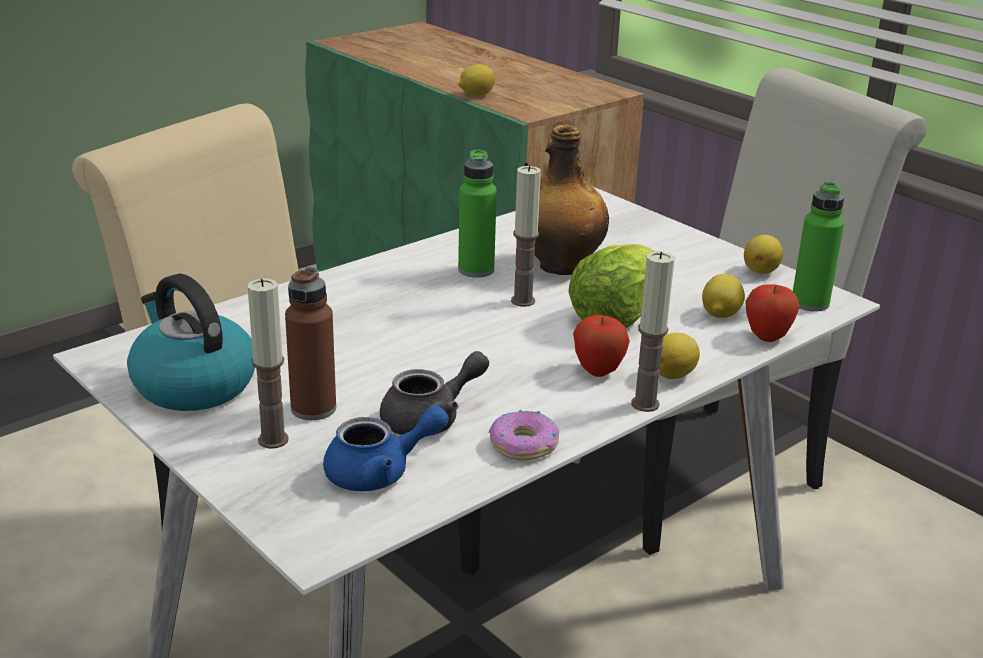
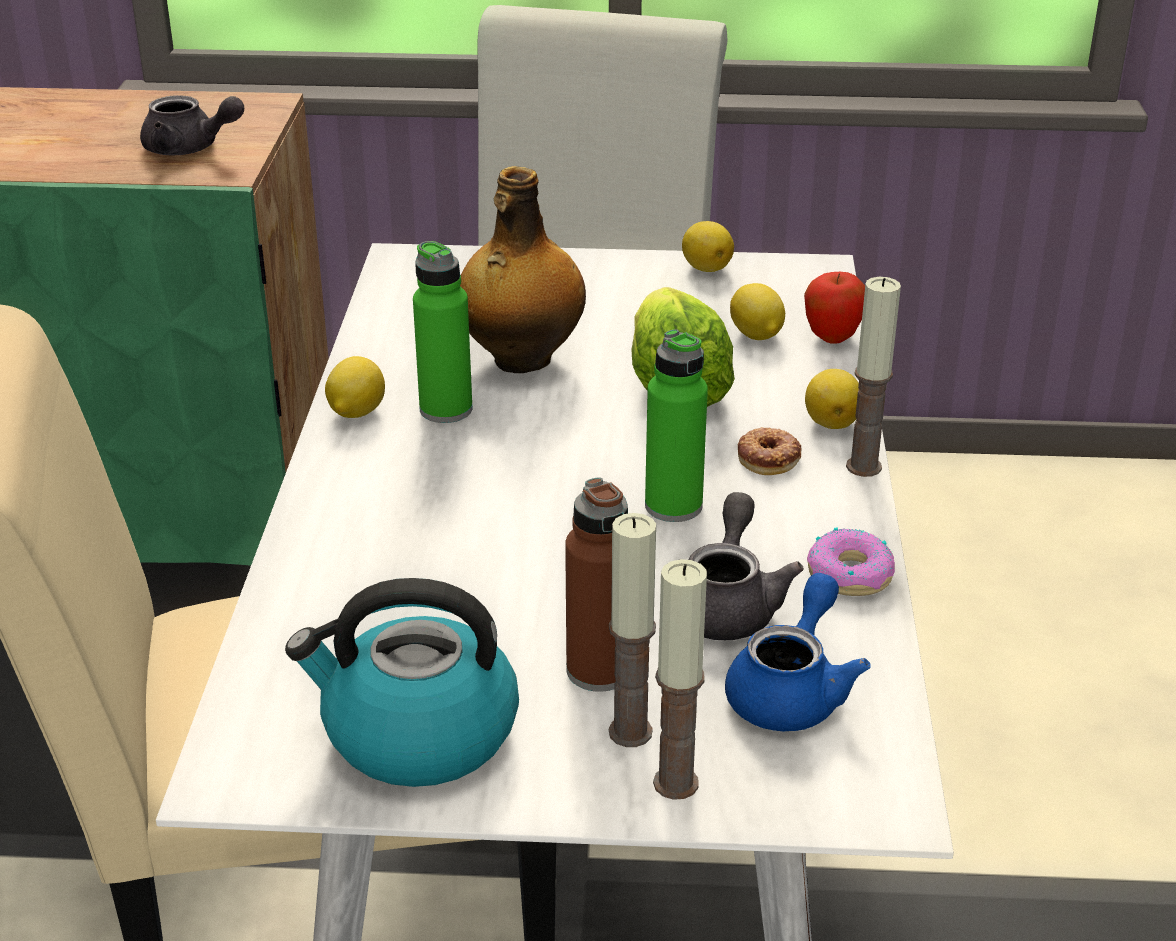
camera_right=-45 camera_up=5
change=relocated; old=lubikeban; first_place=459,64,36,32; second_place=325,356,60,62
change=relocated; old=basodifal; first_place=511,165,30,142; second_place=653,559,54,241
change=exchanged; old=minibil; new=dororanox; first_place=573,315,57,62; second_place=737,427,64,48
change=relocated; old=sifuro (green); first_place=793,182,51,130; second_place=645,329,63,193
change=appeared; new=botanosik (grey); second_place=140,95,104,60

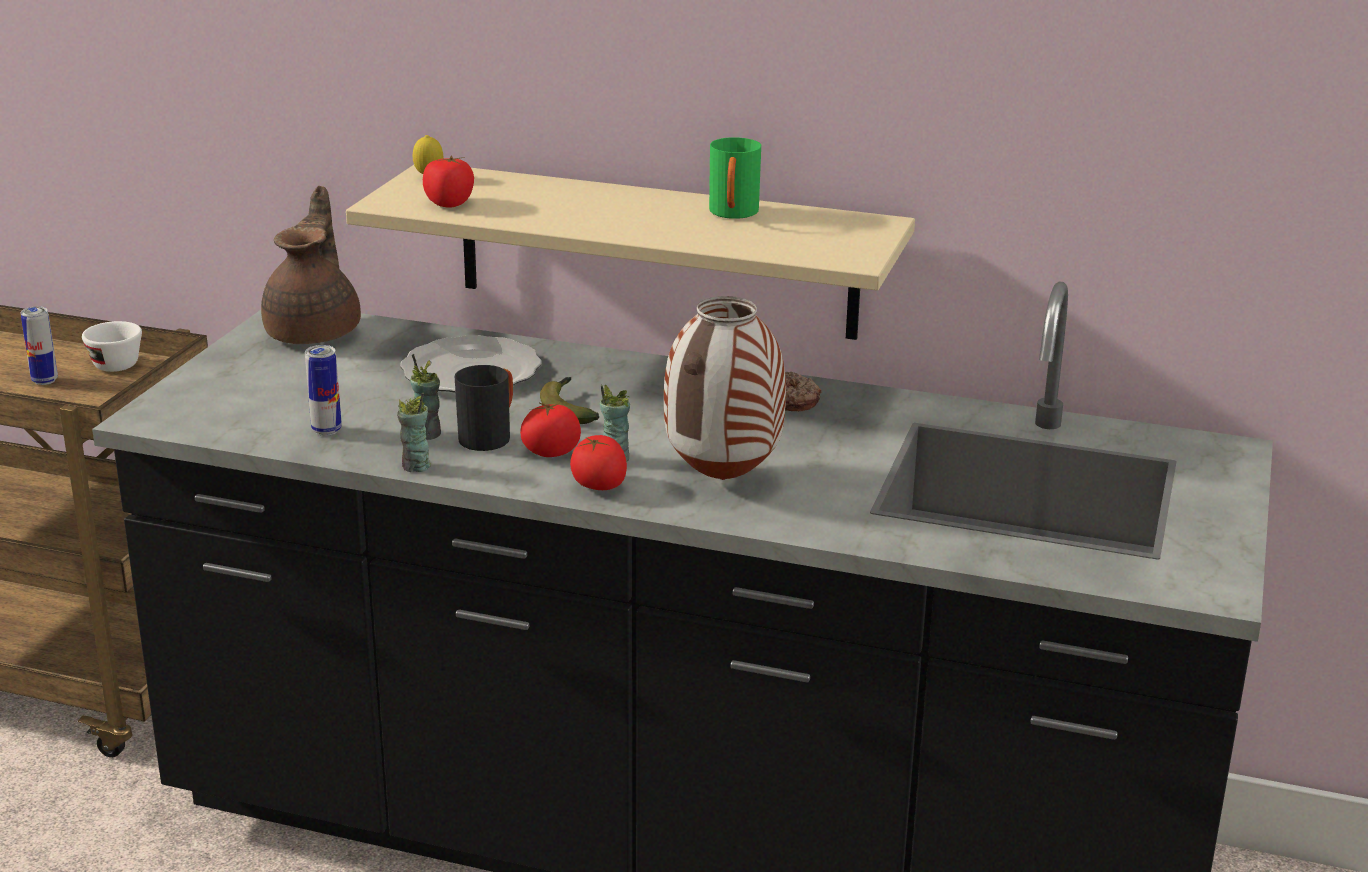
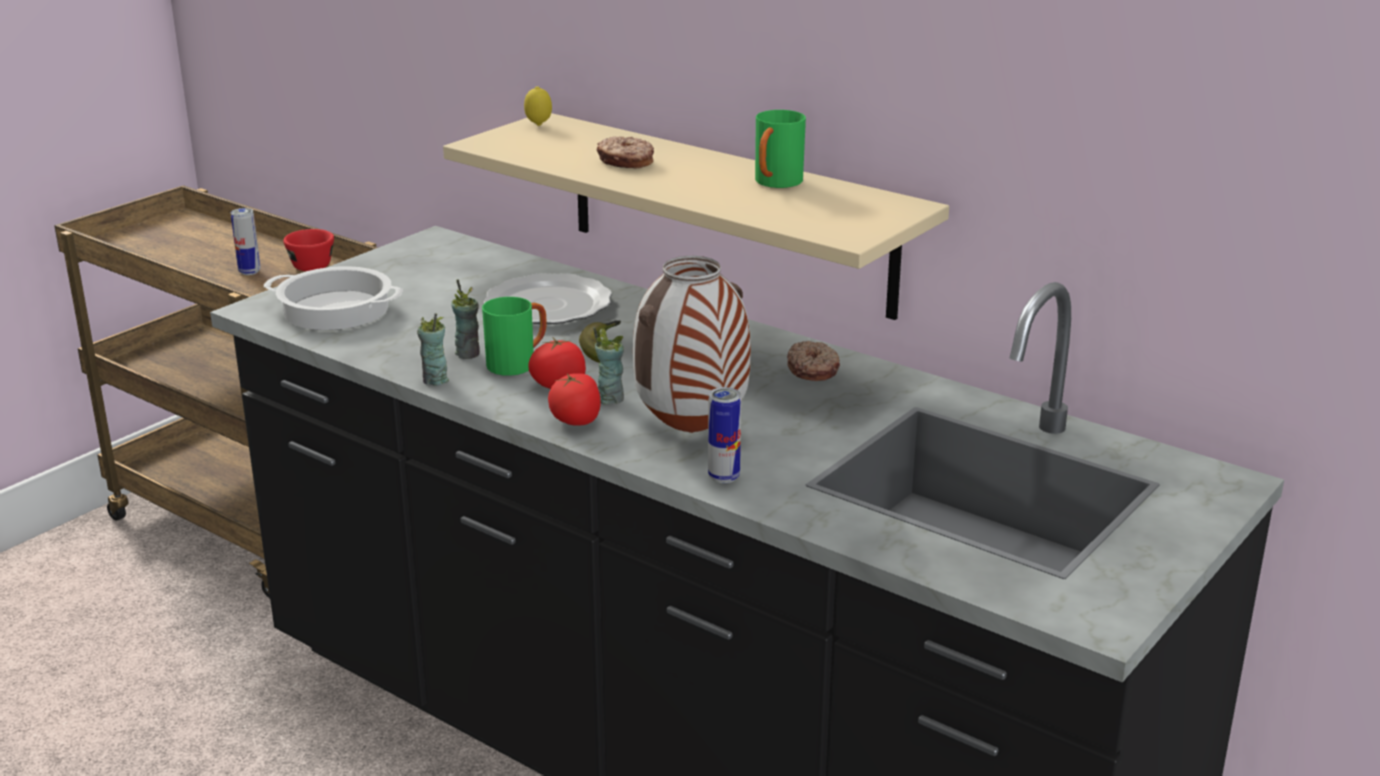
camera_right=20 camera_up=0
change=colour; old=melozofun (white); new=melozofun (red); first_place=82,321,60,51; second_place=283,229,51,42
change=missing; old=botanosik (brown); first_place=261,186,100,158
change=relocated; old=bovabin; first_place=305,345,37,91; second_place=708,387,33,96
change=missing; old=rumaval; first_place=423,155,51,53
change=colour; old=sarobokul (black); new=sarobokul (green); first_place=455,365,58,86; second_place=482,297,65,79
change=appeared; new=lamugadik; second_place=264,266,139,64
change=appeared; new=dororanox; second_place=597,136,57,33

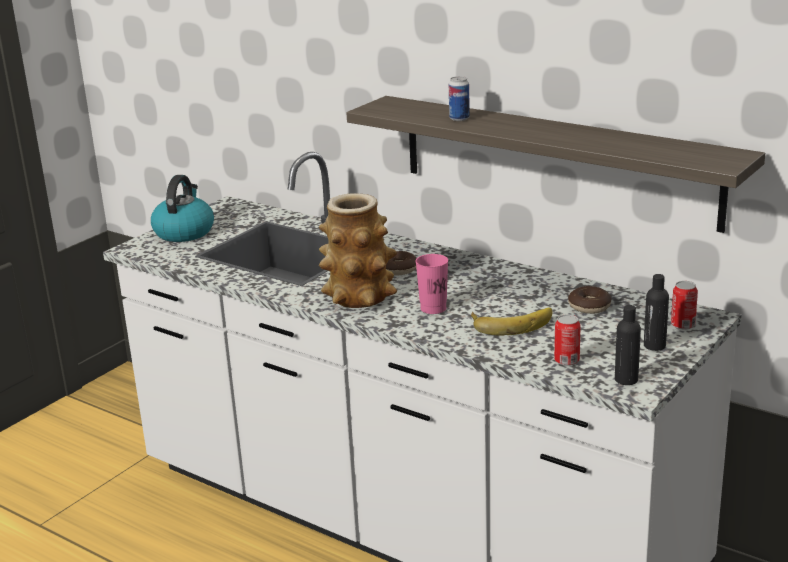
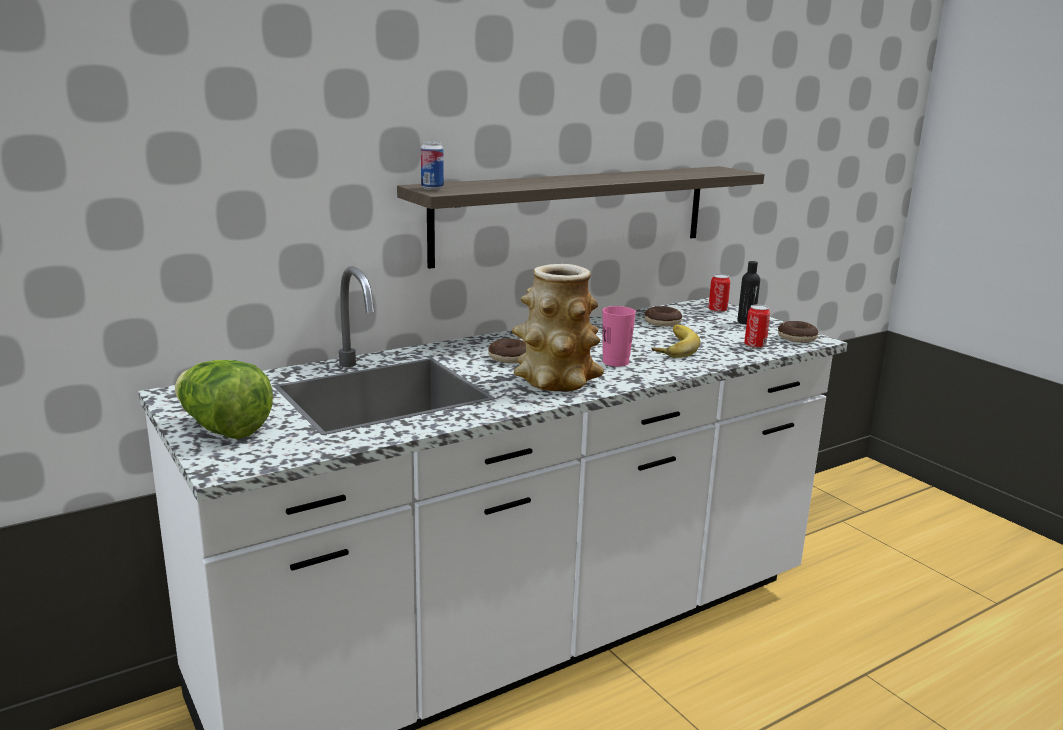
camera_right=-70 camera_up=-5
change=exchanged; old=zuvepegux; new=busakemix; first_place=151,175,63,67; second_place=175,360,98,79
change=relocated; old=bovabin; first_place=449,76,21,45; second_place=421,142,23,48
change=exchanged; old=sifuro (black); new=dororanox; first_place=615,305,26,80; second_place=778,321,40,22

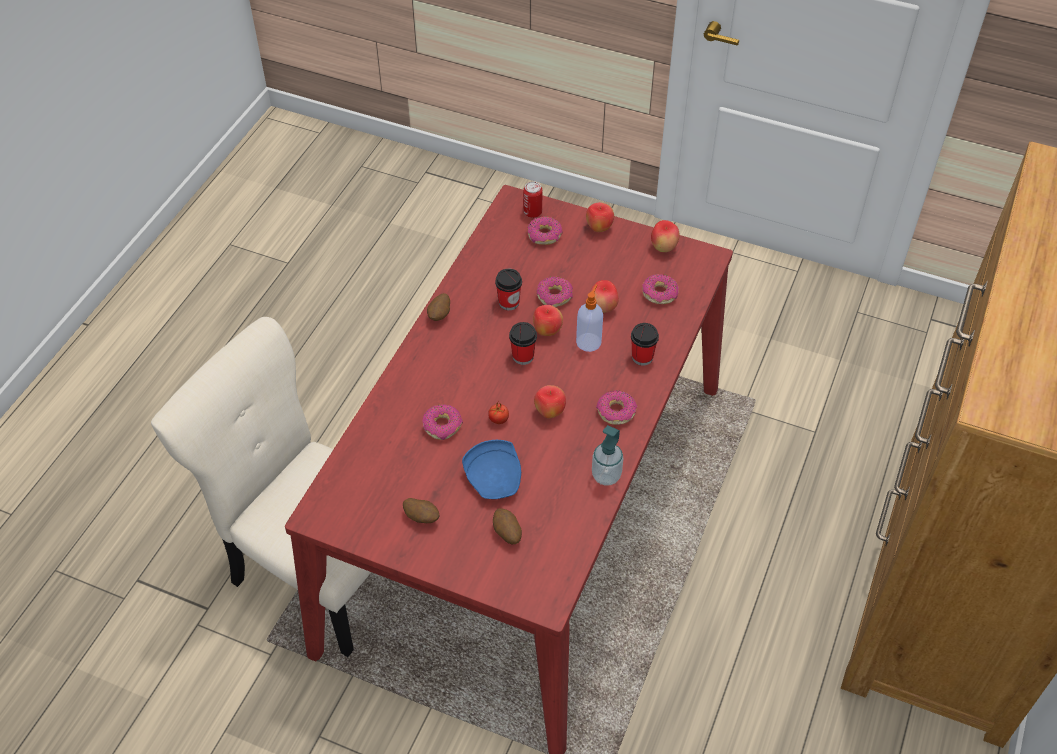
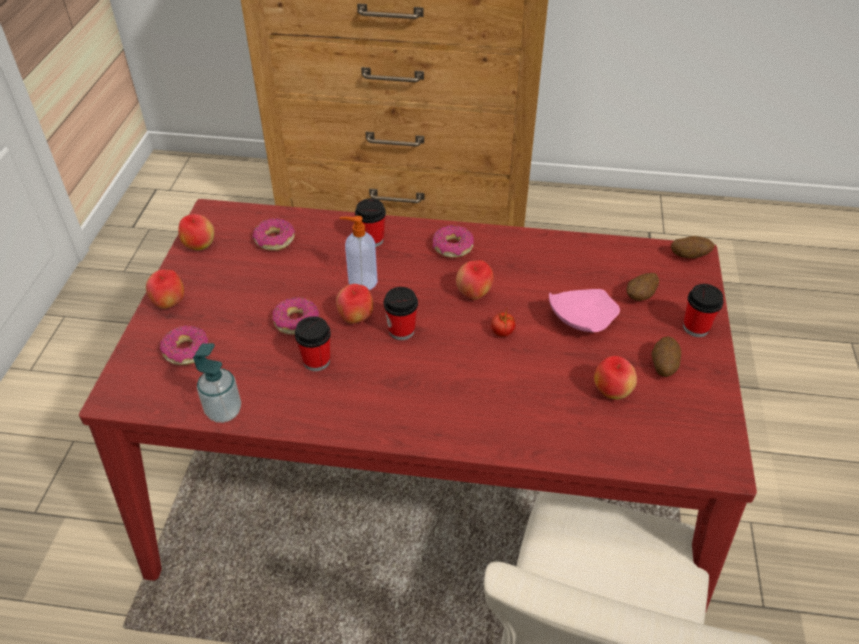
camera_right=-105 camera_up=-5
change=missing; old=dororanox; first_place=422,404,41,36
change=relocated; old=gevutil; first_place=427,293,23,28; second_place=671,236,44,22
change=colour; old=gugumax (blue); new=gugumax (pink); first_place=462,440,59,59; second_place=549,289,71,43
change=missing; old=bovabin; first_place=523,182,19,36
change=relocated; old=minibil; first_place=590,280,29,33; second_place=594,356,43,43
change=relocated; old=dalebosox; first_place=592,425,31,61; second_place=193,343,48,80
change=appeared; new=melozofun; second_place=683,284,40,53

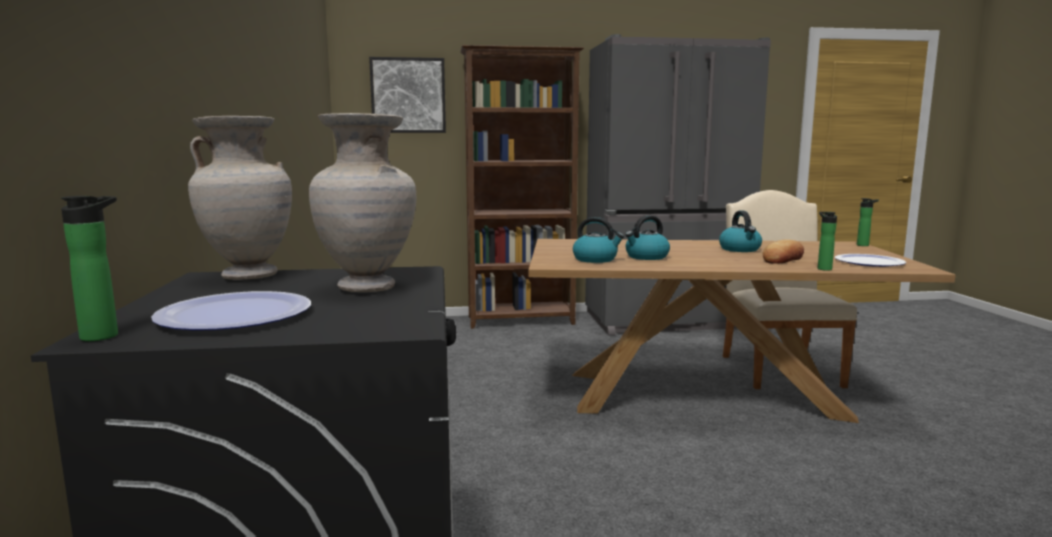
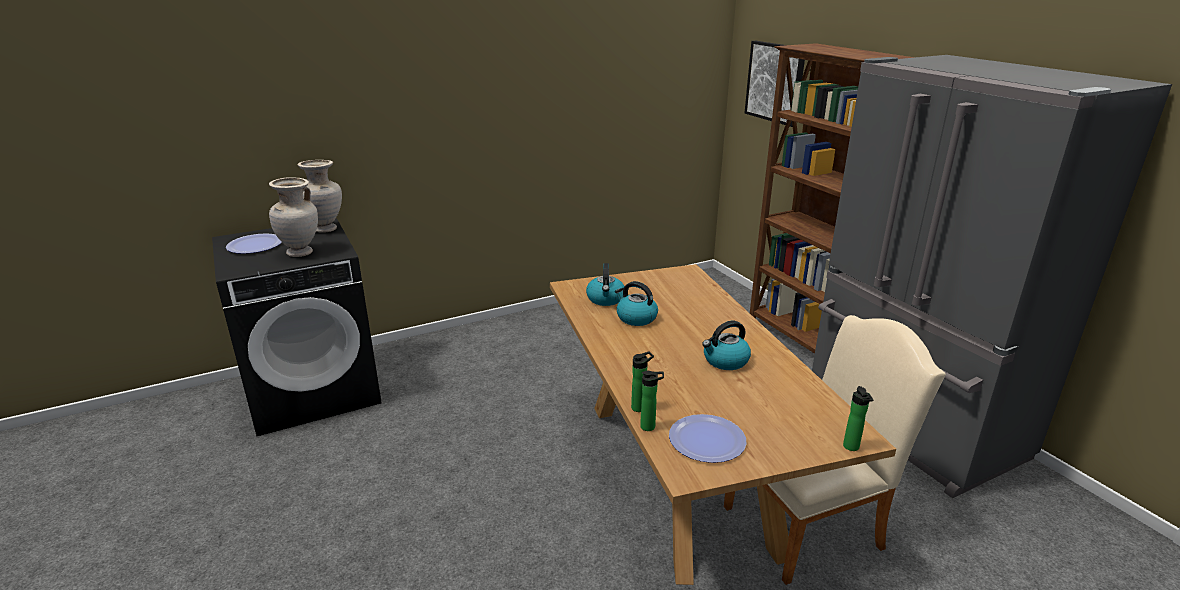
camera_right=70 camera_up=15
change=relocated; old=sifuro; first_place=61,196,57,145; second_place=640,370,24,61
change=missing; old=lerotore; first_place=762,239,42,25

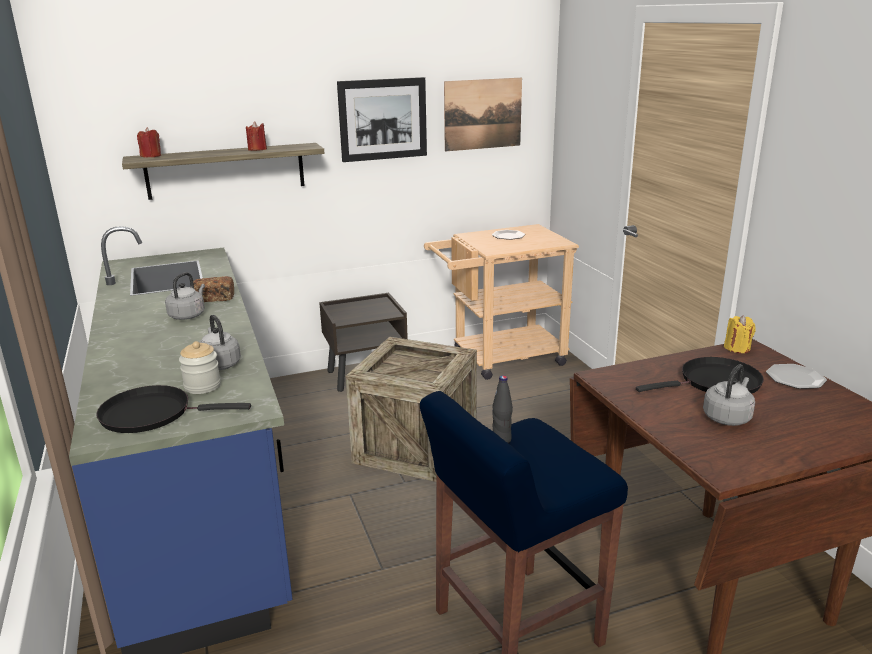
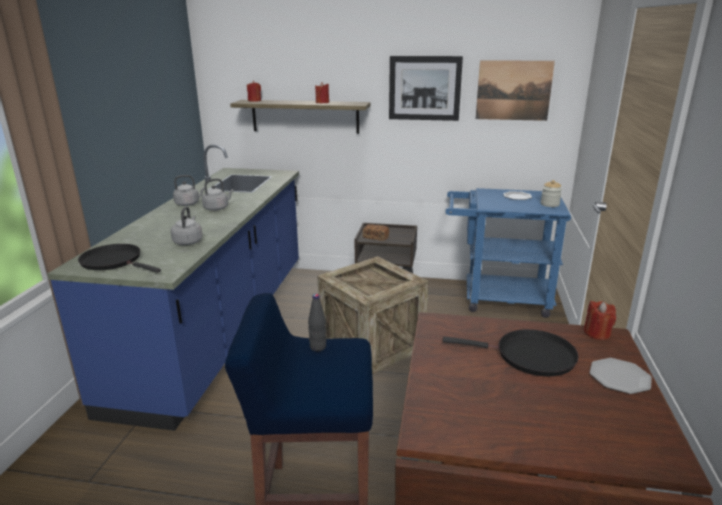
camera_right=30 camera_up=0
change=relocated; old=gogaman; first_place=179,341,42,53; second_place=541,180,21,27
change=relocated; old=lerotore; first_place=190,276,44,26; second_place=363,224,26,17
change=colour; old=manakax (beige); new=manakax (blue); first_place=424,224,155,156; second_place=445,188,126,130
change=relocated; old=zuvepegux (grey); first_place=703,364,52,62; second_place=173,175,32,31
change=colour; old=basodifal (yellow); new=basodifal (red); first_place=724,315,32,38; second_place=584,301,32,39

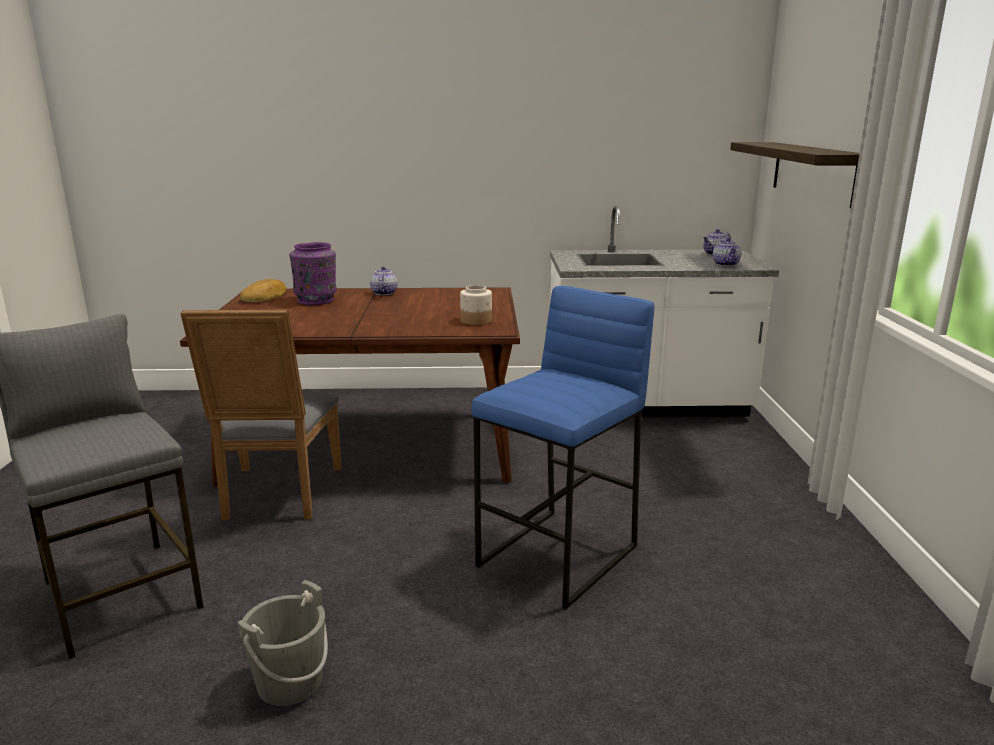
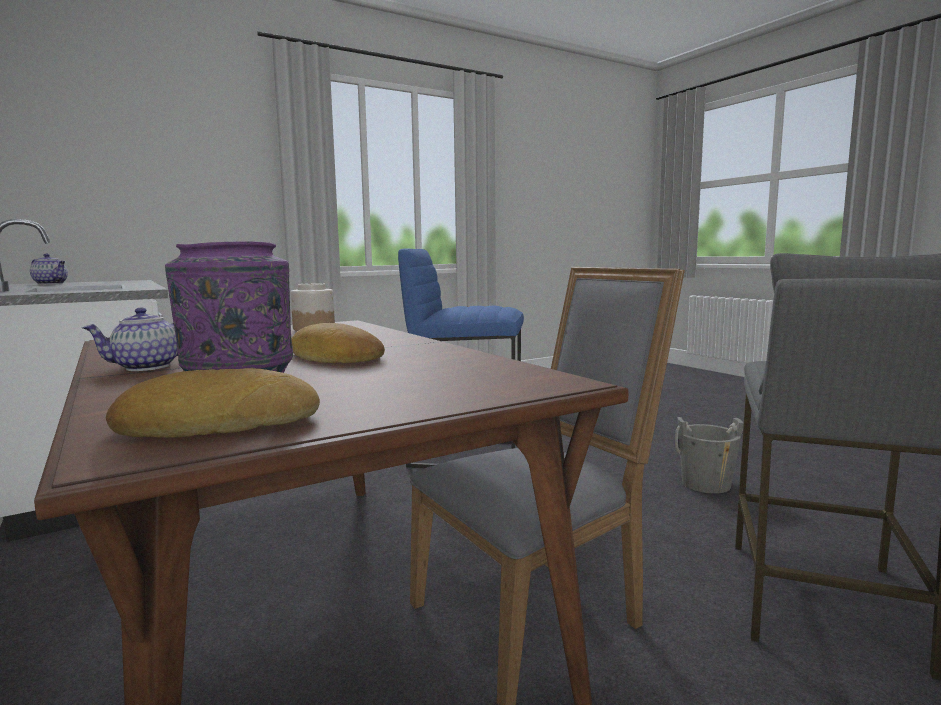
camera_right=-120 camera_up=-10
change=missing; old=botanosik; first_place=713,238,28,29
change=missing; old=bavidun; first_place=730,142,129,66
change=appeared; new=lerotore; second_place=291,323,94,40

